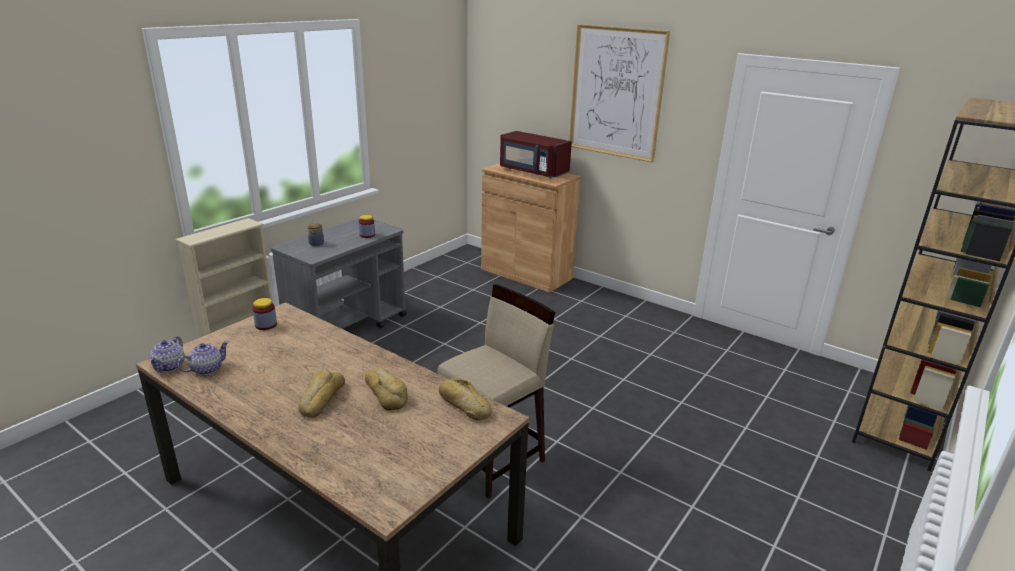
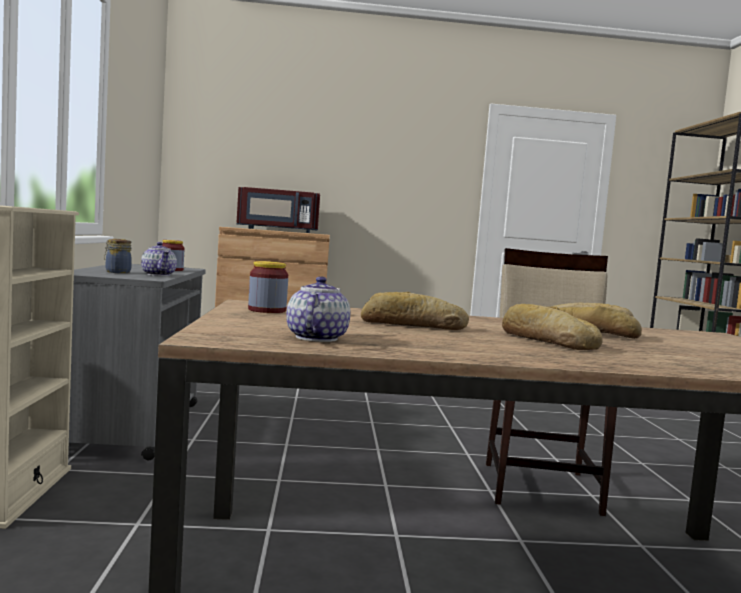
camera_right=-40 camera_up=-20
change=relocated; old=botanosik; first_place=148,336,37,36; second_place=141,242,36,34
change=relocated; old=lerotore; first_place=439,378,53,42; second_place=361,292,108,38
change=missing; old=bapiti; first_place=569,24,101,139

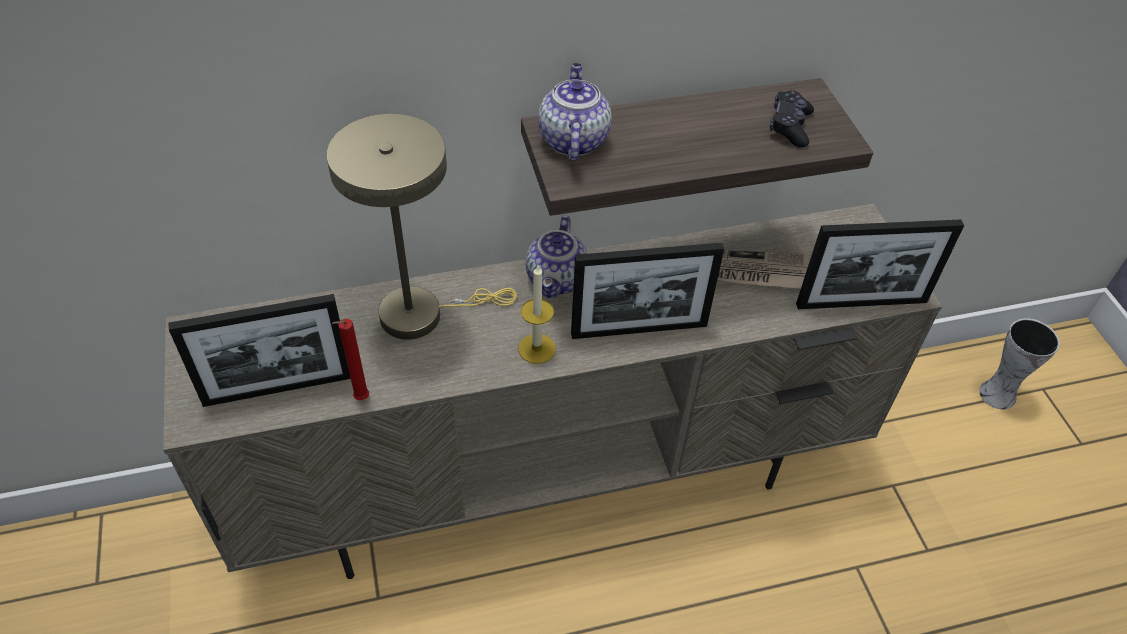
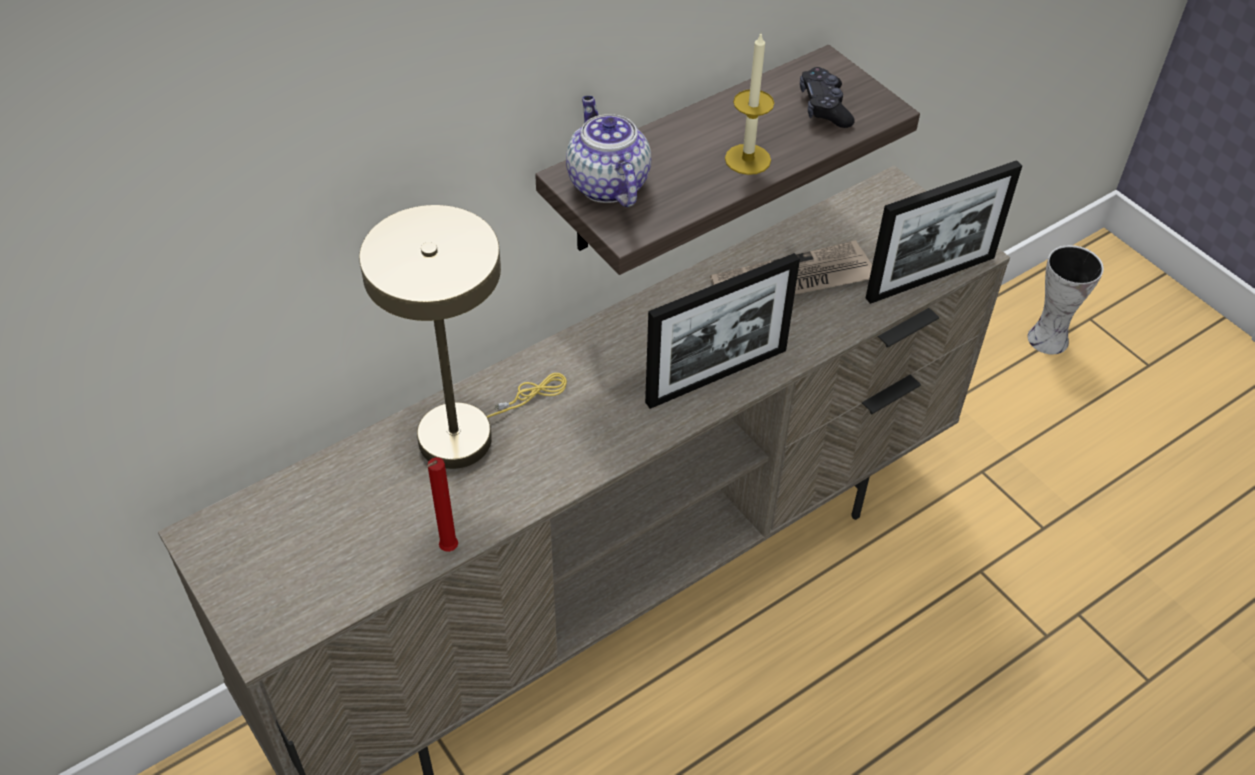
camera_right=-20 camera_up=0
change=missing; old=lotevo; first_place=169,294,182,113
change=relocated; old=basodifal; first_place=518,266,38,98; second_place=725,34,49,141
change=missing; old=botanosik; first_place=526,215,62,83

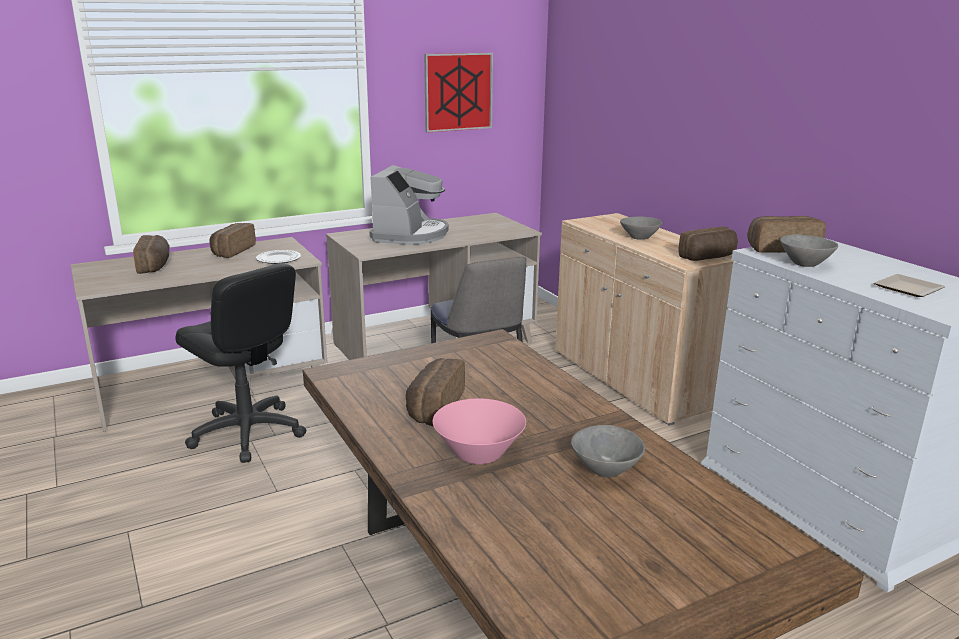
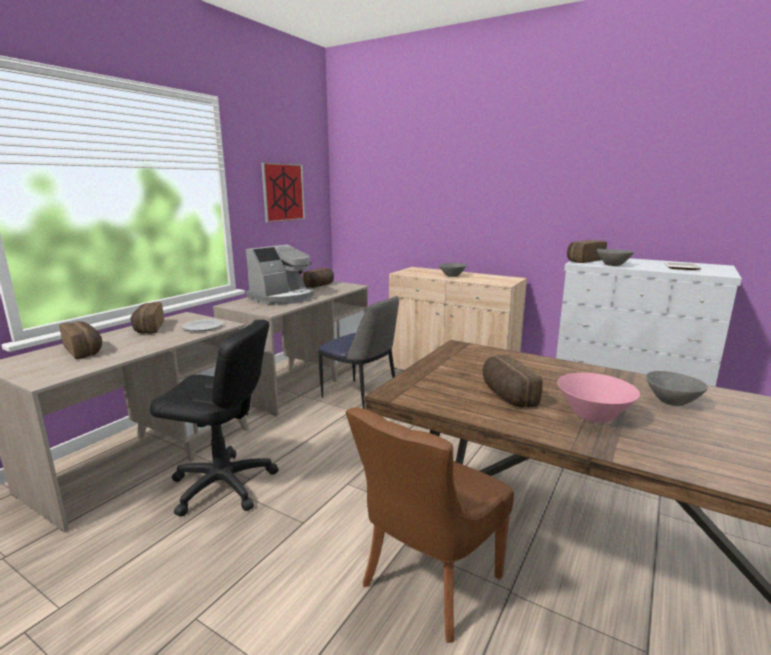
camera_right=-30 camera_up=-5
change=spun; old=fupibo; first_place=369,165,80,80; second_place=246,245,68,60; degrees=60
change=relocated; old=lerotore; first_place=678,226,60,35; second_place=302,268,32,20
change=appeared; new=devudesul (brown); second_place=346,407,168,236

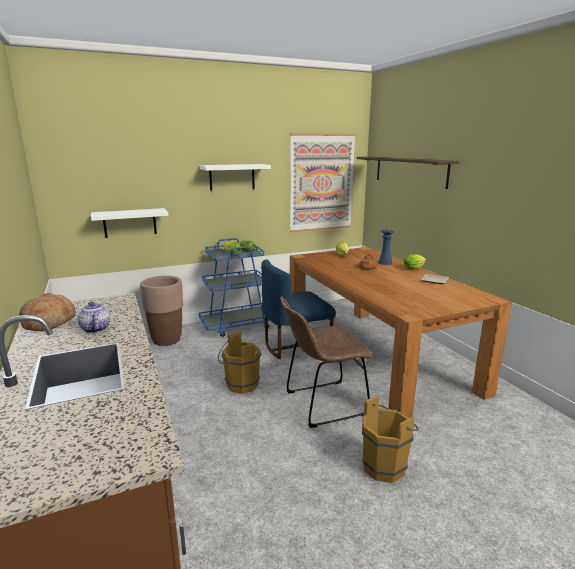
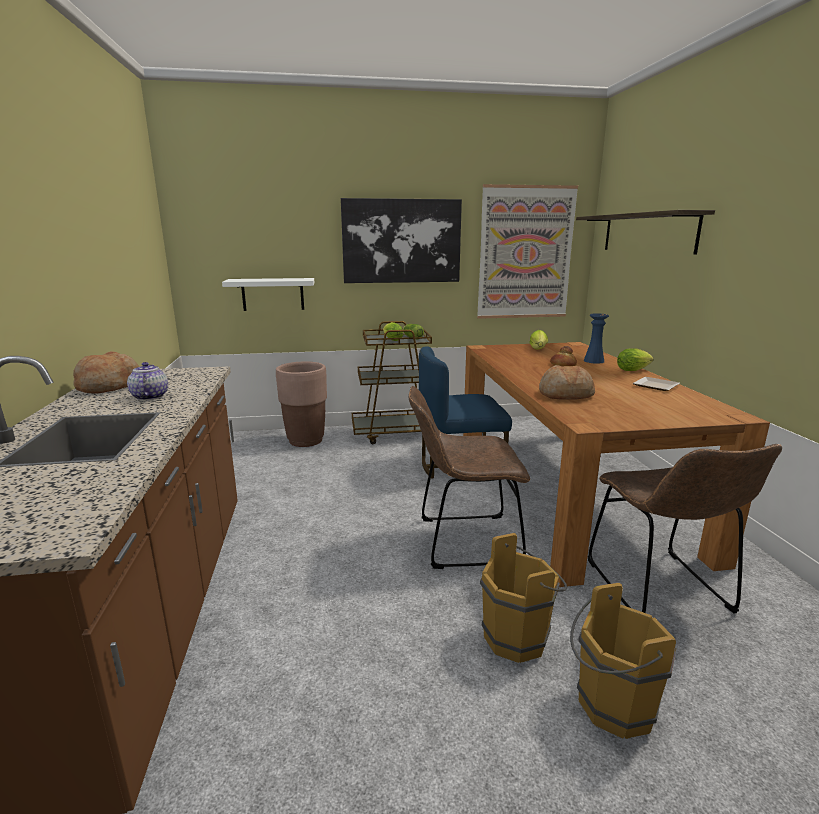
camera_right=15 camera_up=0
change=colour; old=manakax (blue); new=manakax (brown); first_place=199,238,71,99; second_place=352,321,80,123
change=exchanged; old=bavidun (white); new=bapiti; first_place=200,164,71,27; second_place=341,198,121,85
change=relocated; old=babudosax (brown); first_place=218,331,43,63; second_place=570,583,106,156
change=appeared; new=lerotore; second_place=539,365,56,35
change=appeared; new=devudesul (brown); second_place=588,444,194,169

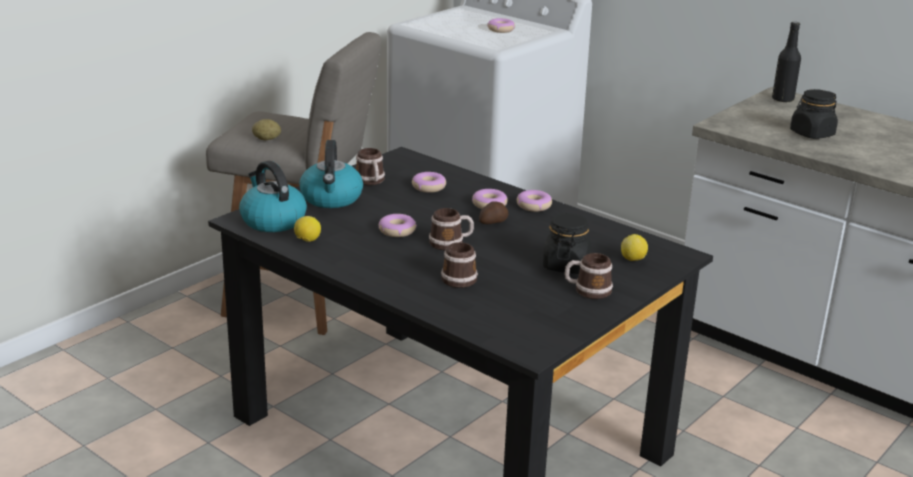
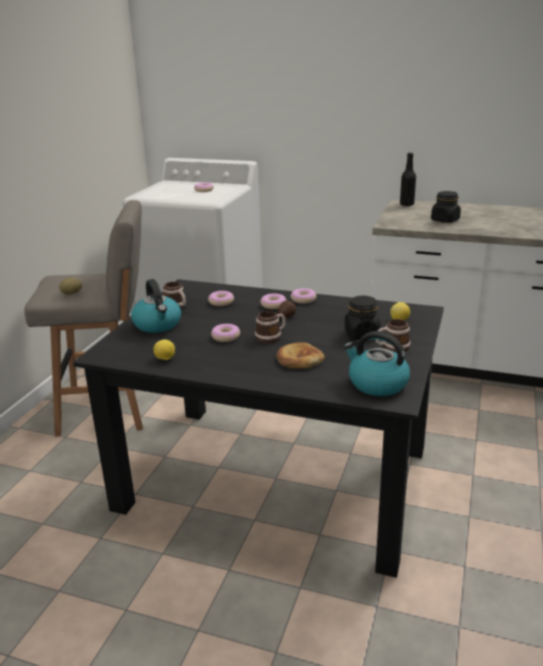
camera_right=-20 camera_up=0
change=relocated; old=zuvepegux; first_place=239,161,68,71; second_place=344,331,66,65
change=exchanged; old=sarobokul; new=lerotore; first_place=441,242,37,46; second_place=276,342,49,26

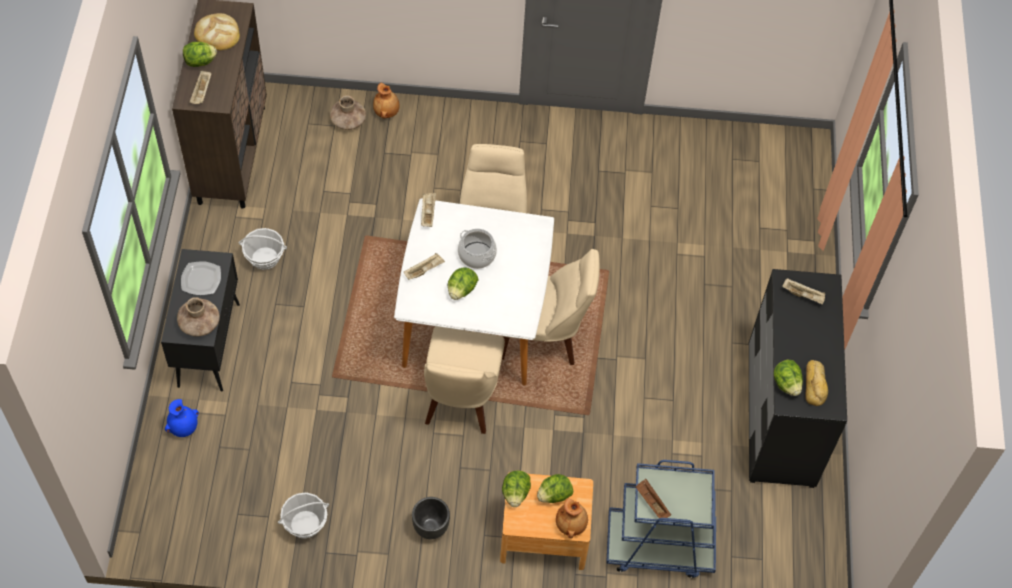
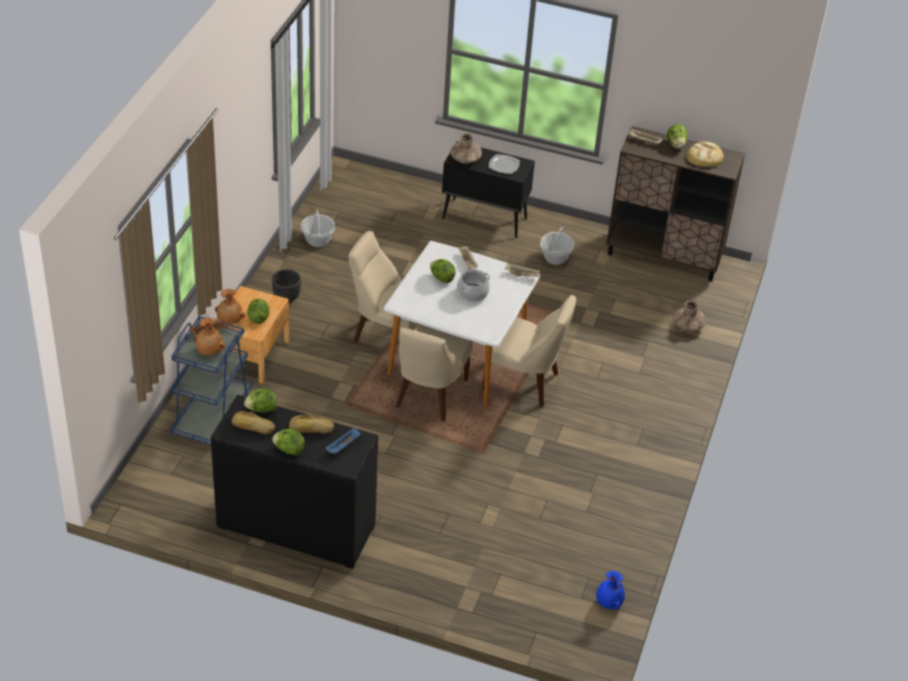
camera_right=105 camera_up=-15
change=relocated; old=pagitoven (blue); first_place=165,399,34,38; second_place=596,571,29,38
change=relocated; old=pagitoven (brown); first_place=373,82,26,36; second_place=194,318,31,38
change=relocated; old=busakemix; first_place=502,470,29,37; second_place=272,429,33,26
change=colour; old=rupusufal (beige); new=rupusufal (blue); first_place=782,278,43,26; second_place=325,428,36,26
change=appeared; new=lerotore; second_place=289,414,45,20

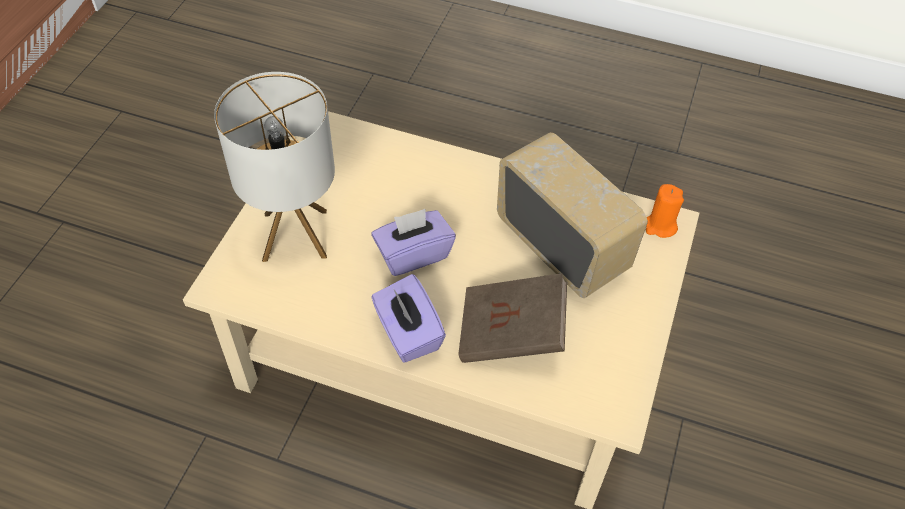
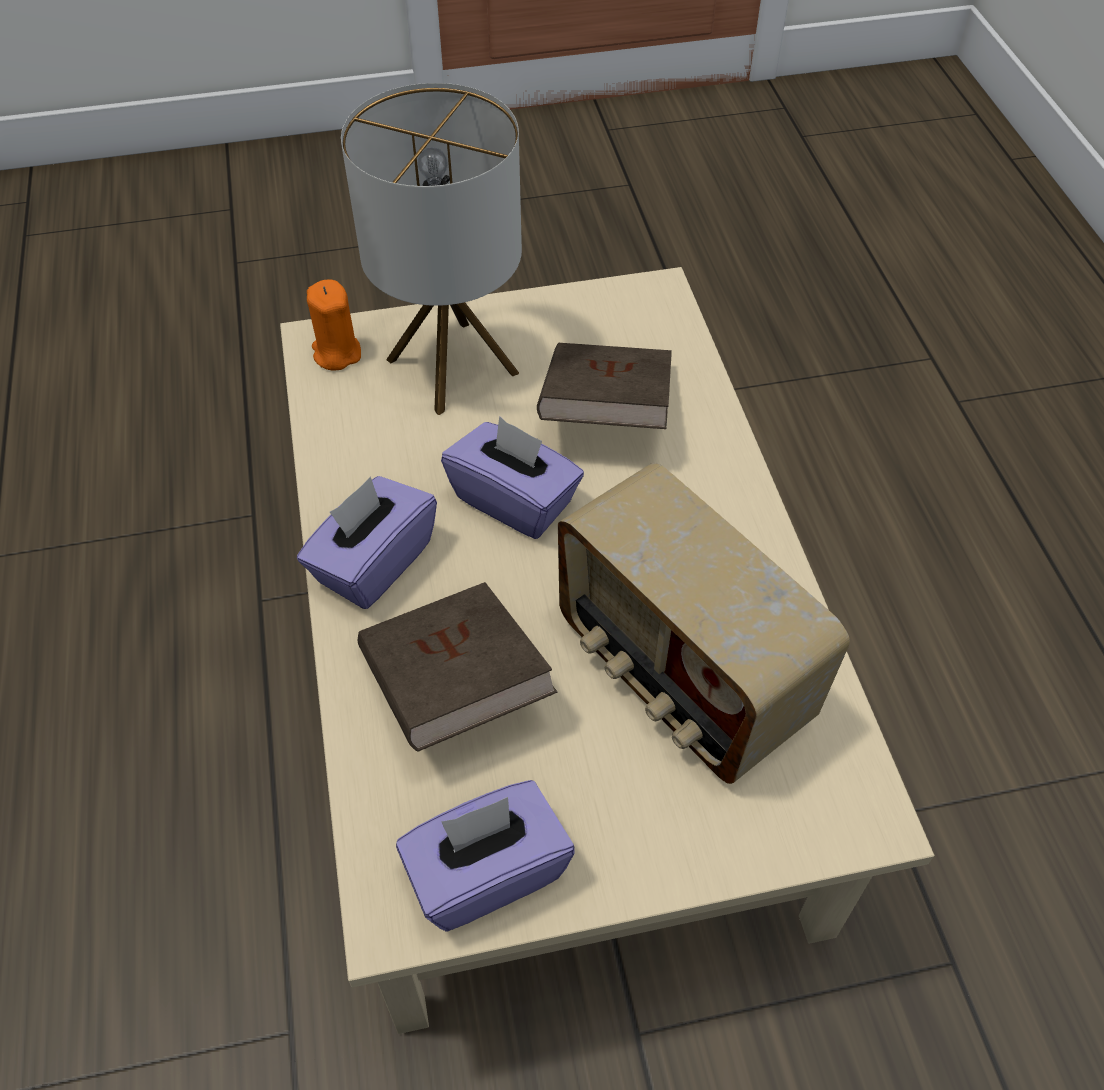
camera_right=60 camera_up=0
change=spun; old=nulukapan; first_place=497,132,151,166; second_place=558,463,292,321; degrees=120
change=relocated; old=basodifal (orange); first_place=646,184,38,54; second_place=307,280,54,90
change=appeared; new=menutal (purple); second_place=396,780,179,152
change=appeared; new=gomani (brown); second_place=537,343,135,86

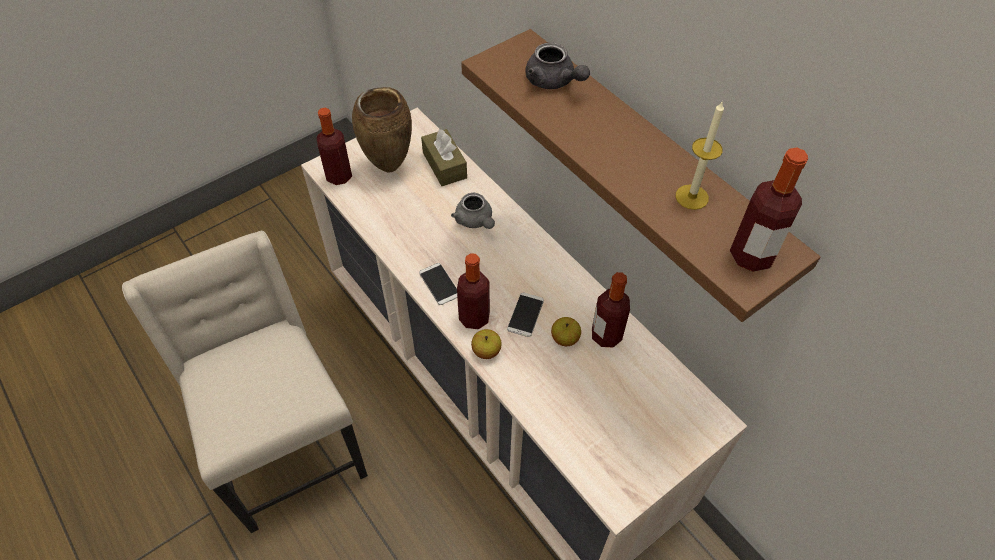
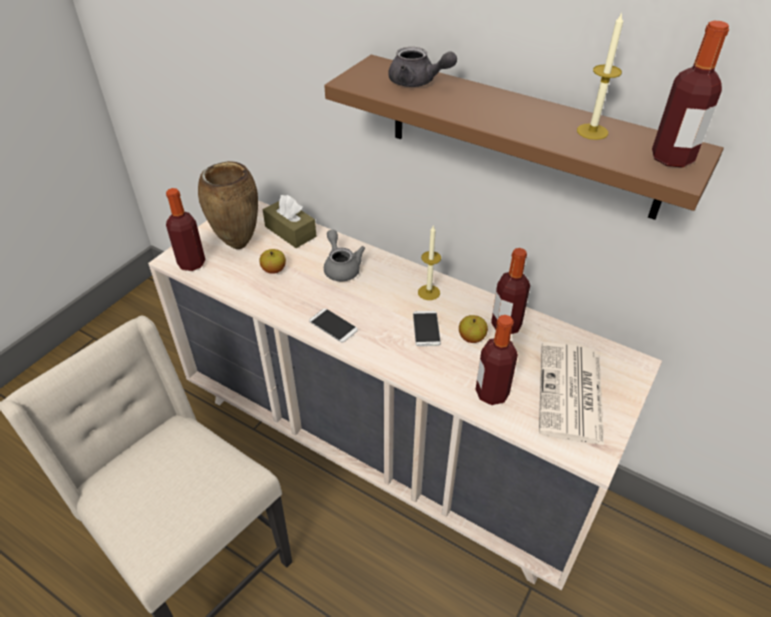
camera_right=-20 camera_up=-10
change=spun; old=botanosik (grey); first_place=451,193,44,36; second_place=324,230,41,51; degrees=-150
change=relocated; old=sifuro; first_place=457,253,33,76; second_place=475,315,43,90
change=relocated; old=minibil; first_place=471,329,31,30; second_place=259,249,27,25
change=appeared; new=basodifal; second_place=418,226,23,74
change=appeared; new=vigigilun; second_place=539,342,65,103

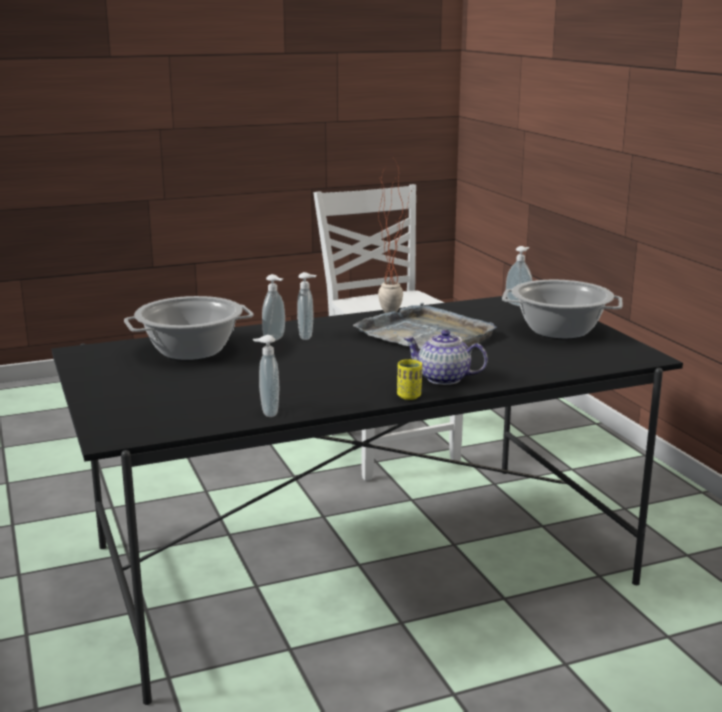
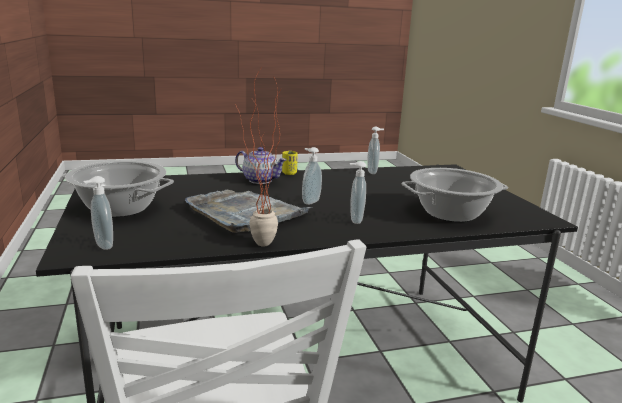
camera_right=-175 camera_up=0
change=relocated; old=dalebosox; first_place=262,274,23,67; second_place=302,147,20,58

